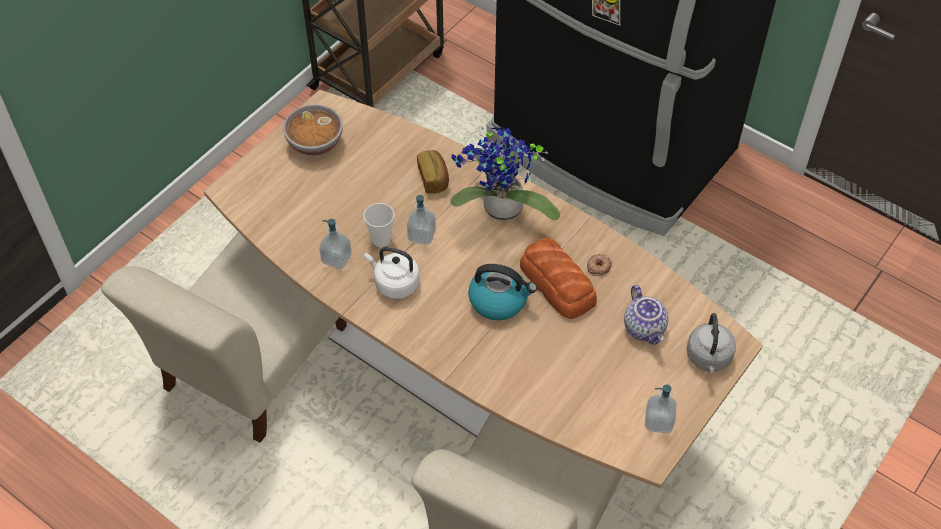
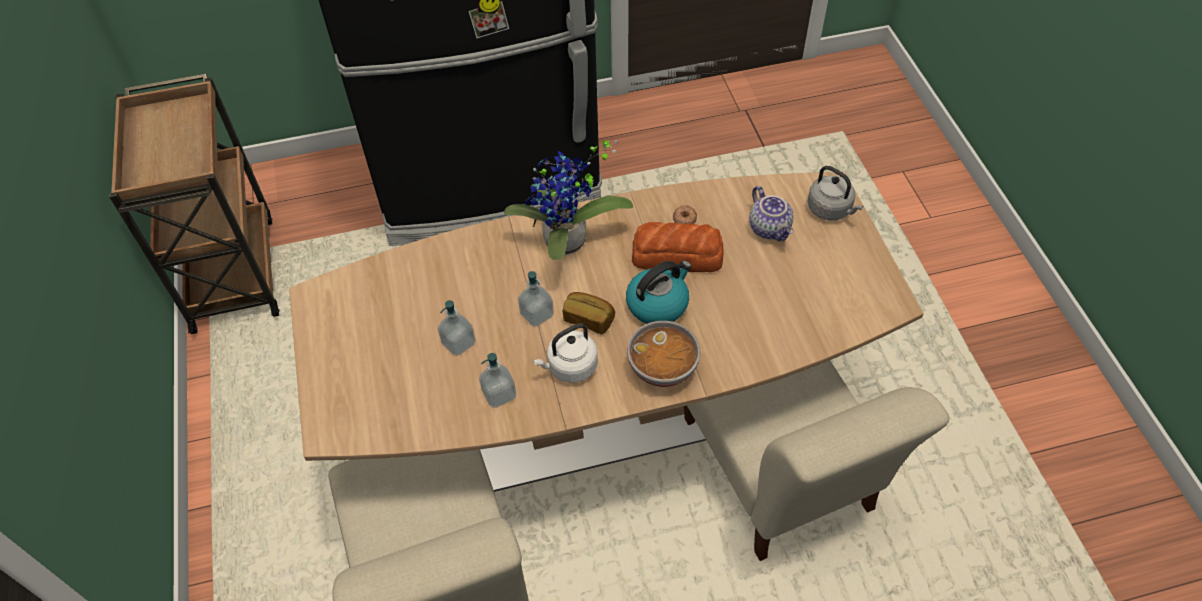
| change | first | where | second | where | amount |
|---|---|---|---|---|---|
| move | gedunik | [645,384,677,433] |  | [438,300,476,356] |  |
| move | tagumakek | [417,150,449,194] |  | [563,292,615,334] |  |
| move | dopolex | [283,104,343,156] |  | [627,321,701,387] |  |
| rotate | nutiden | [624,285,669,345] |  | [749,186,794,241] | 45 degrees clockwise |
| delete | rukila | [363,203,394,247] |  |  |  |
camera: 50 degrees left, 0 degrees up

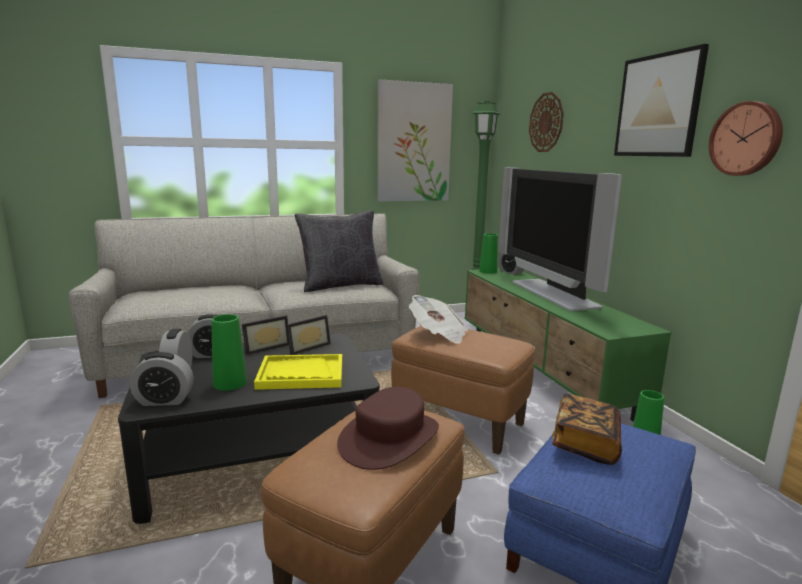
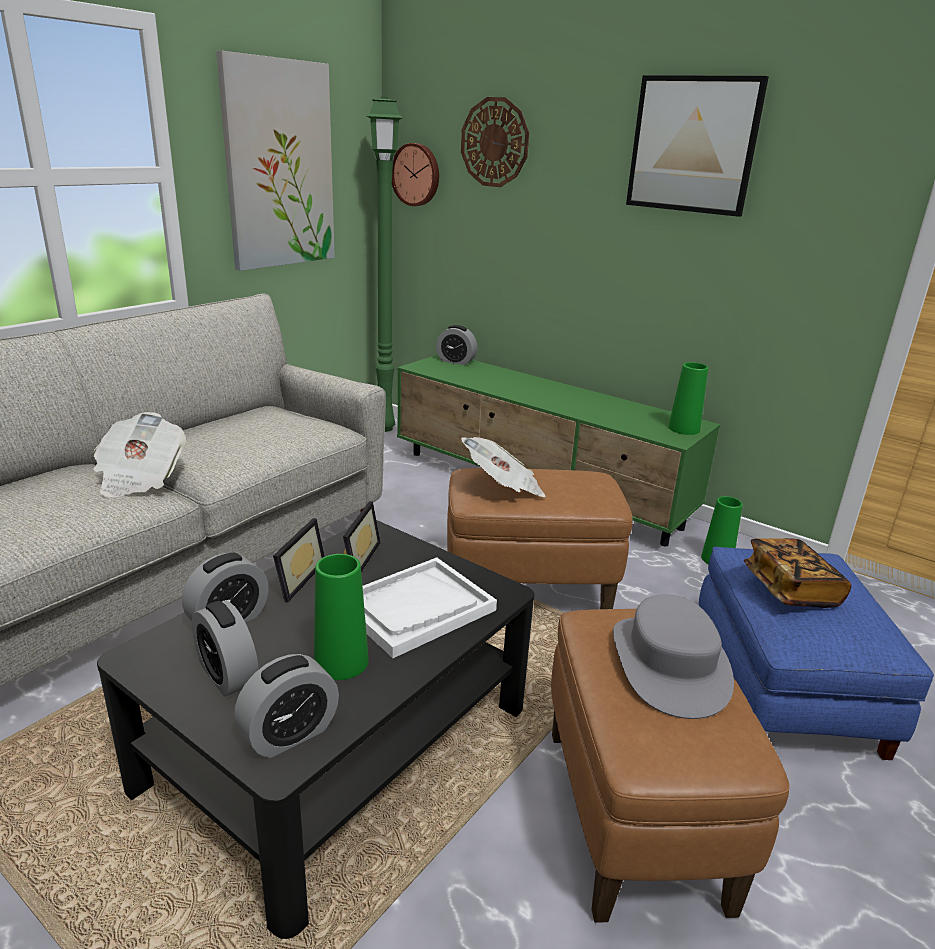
| change | first | where | second | where | amount |
|---|---|---|---|---|---|
| insert |  |  | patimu | [93,412,186,497] |  |
| recolor | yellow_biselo | [254,354,342,390] | white_biselo | [363,558,497,658] |  |
| move | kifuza | [709,101,783,176] |  | [392,143,439,206] |  |
| recolor | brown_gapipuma | [337,387,439,470] | grey_gapipuma | [613,594,734,719] |  |
| move | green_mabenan | [479,233,498,274] |  | [668,362,708,435] |  |
| delete | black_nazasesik | [295,211,384,292] |  |  |  |
| delete | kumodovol | [499,167,622,311] |  |  |  |
camera: 35 degrees left, 10 degrees up

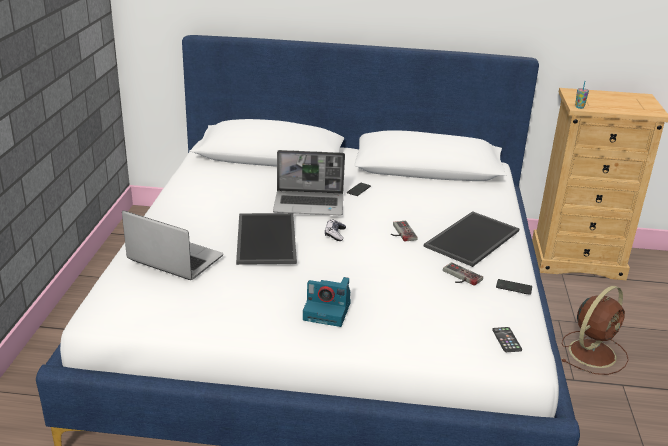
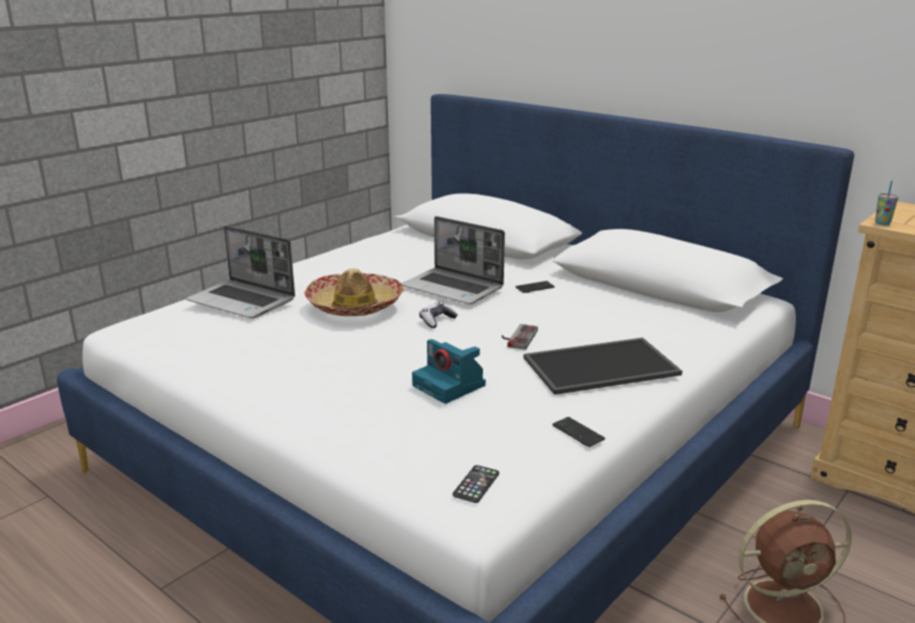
| change | first | where | second | where | amount |
|---|---|---|---|---|---|
| rotate | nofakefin | [122,210,223,280] |  | [186,226,295,318] | 150 degrees clockwise |
| replace | biselo | [236,213,297,265] | gapipuma | [304,268,404,316] |  |
| move | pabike | [303,277,351,327] |  | [412,339,486,404] |  |
| delete | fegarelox | [443,262,483,286] |  |  |  |
camera: 35 degrees right, 5 degrees down

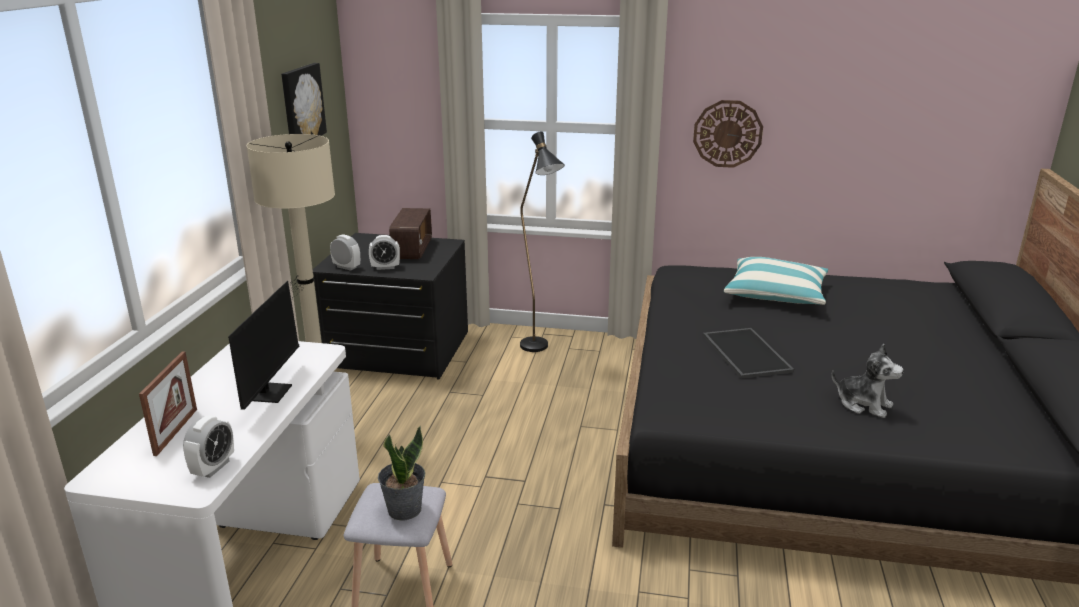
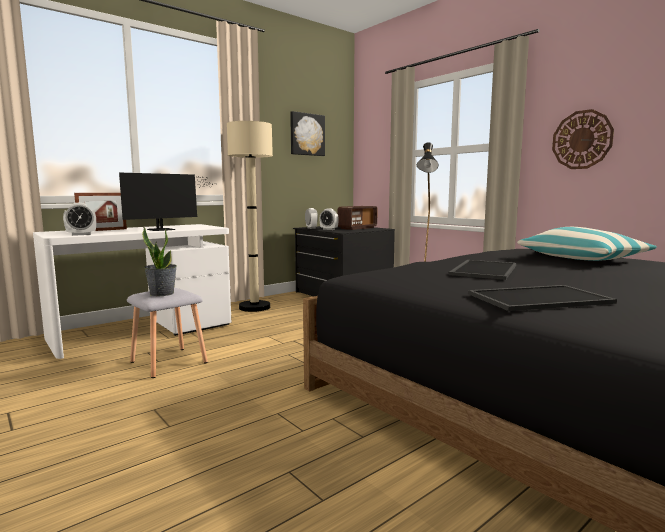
| change | first | where | second | where | amount |
|---|---|---|---|---|---|
| replace | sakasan | [832,344,904,418] | biselo | [468,285,617,311] |  |
camera: 40 degrees right, 15 degrees down

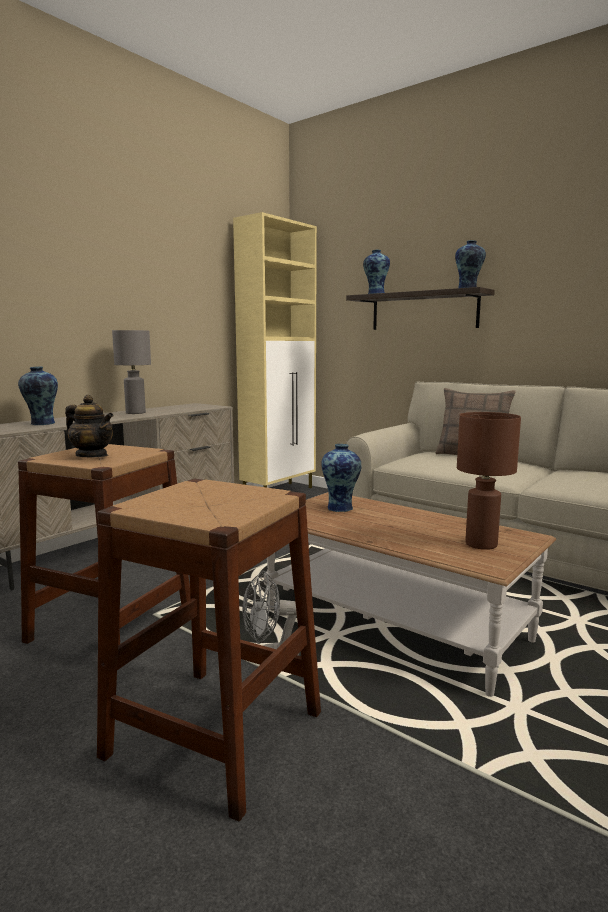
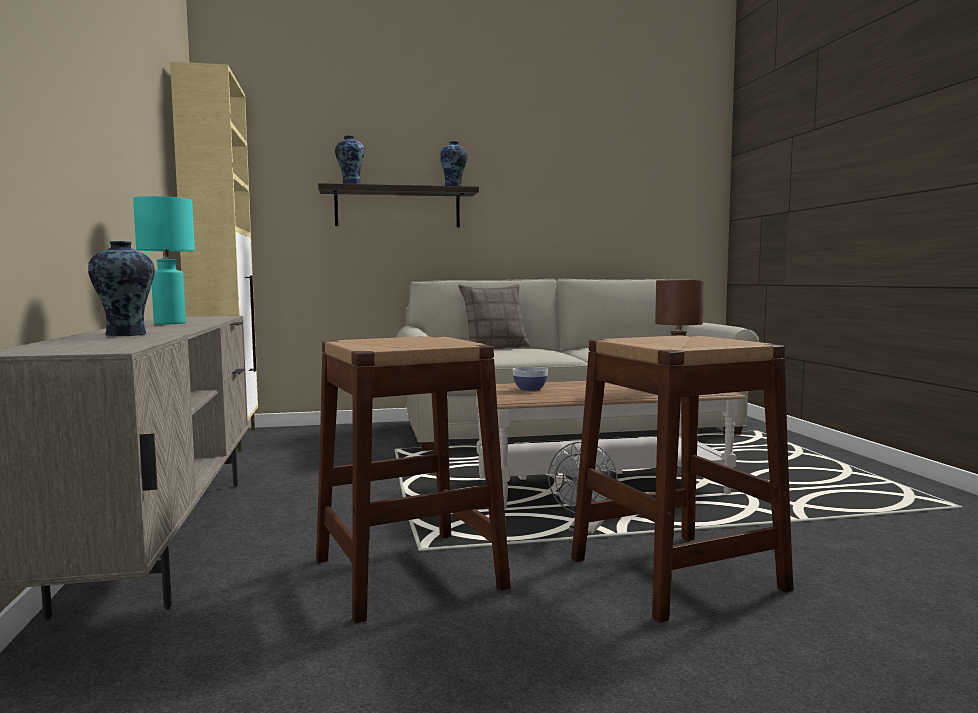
| change | first | where | second | where | amount |
|---|---|---|---|---|---|
| recolor | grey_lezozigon | [112,330,151,414] | turquoise_lezozigon | [133,196,195,325] |  |
| replace | mabenan | [321,444,362,512] | dopolex | [513,367,548,391] |  |
| delete | nutiden | [65,395,114,457] |  |  |  |
camera: 50 degrees left, 5 degrees down

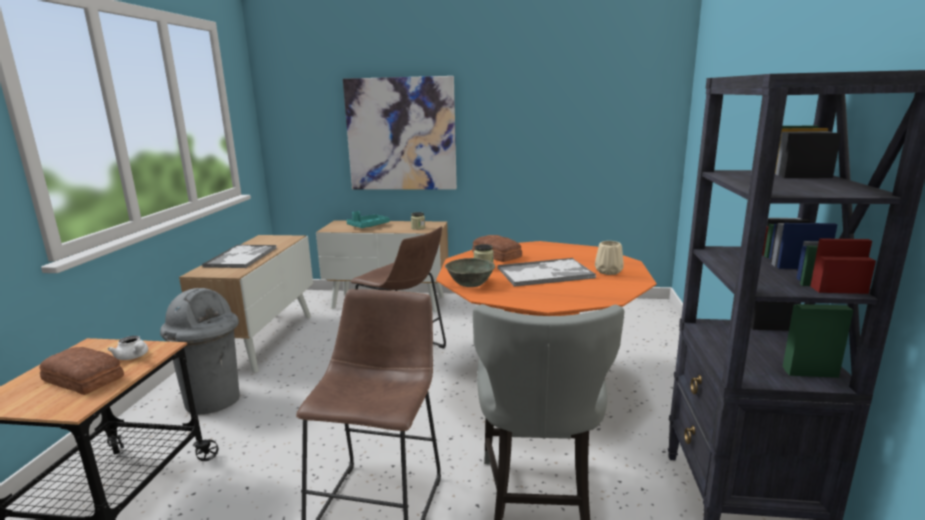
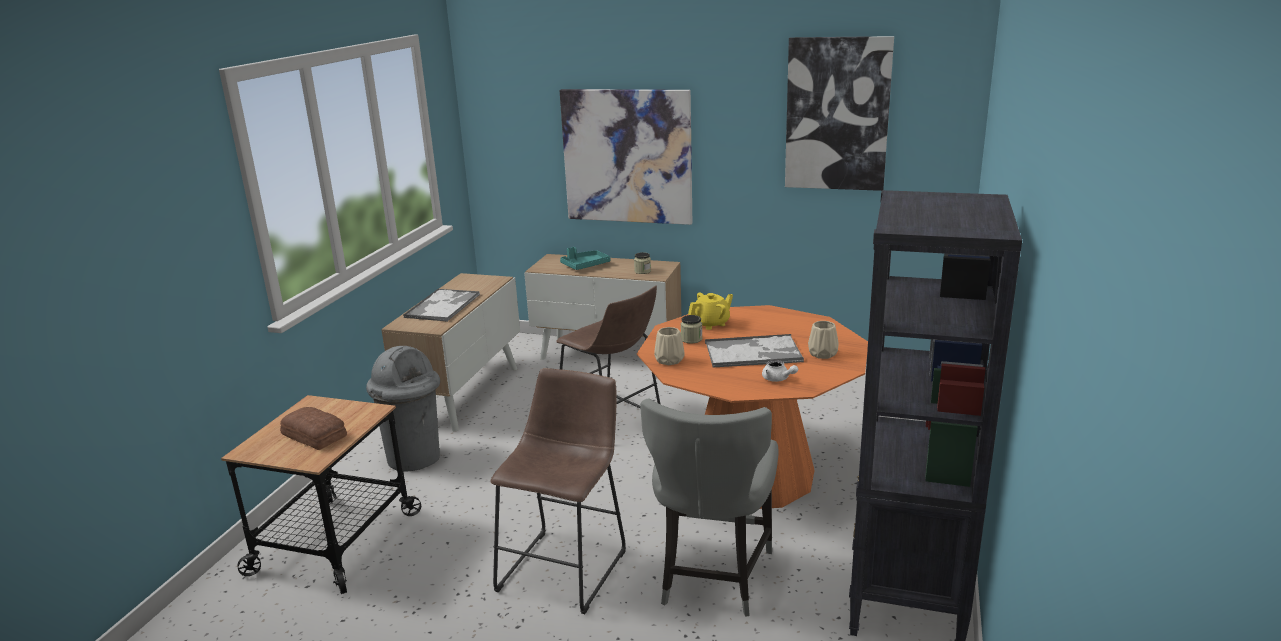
| change | first | where | second | where | amount |
|---|---|---|---|---|---|
| replace | grey_dopolex | [445,258,495,287] | beige_mabenan | [654,327,685,365] |  |
| replace | tagumakek | [472,235,522,262] | yellow_nutiden | [688,292,733,330] |  |
| move | white_nutiden | [108,336,148,360] |  | [762,360,798,382] |  |
| insert |  |  | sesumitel | [785,36,894,191] |  |
camera: 10 degrees right, 5 degrees up

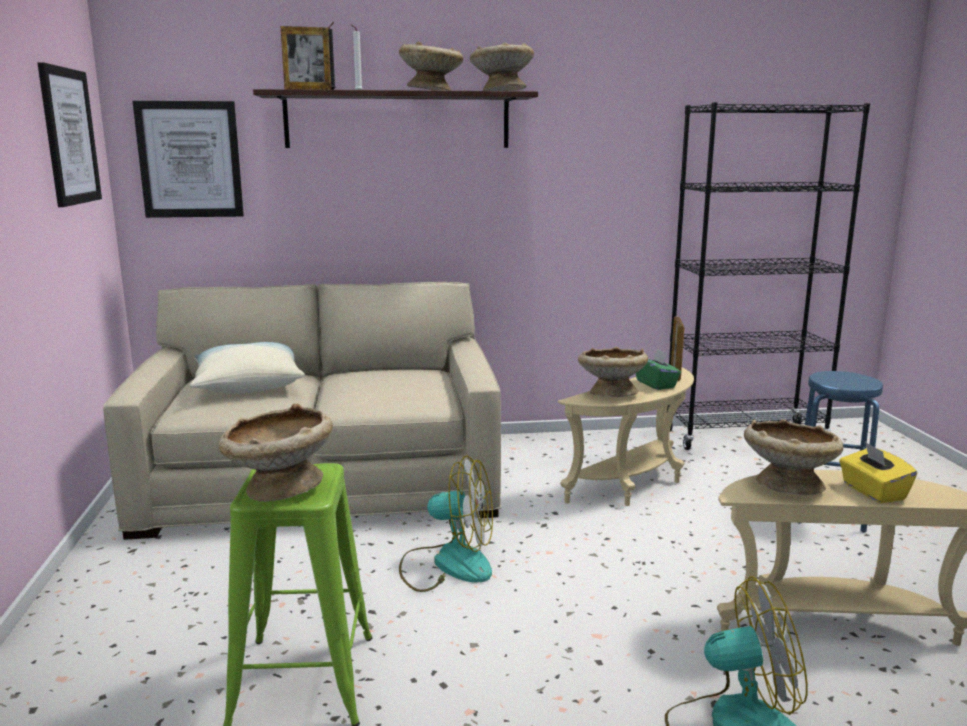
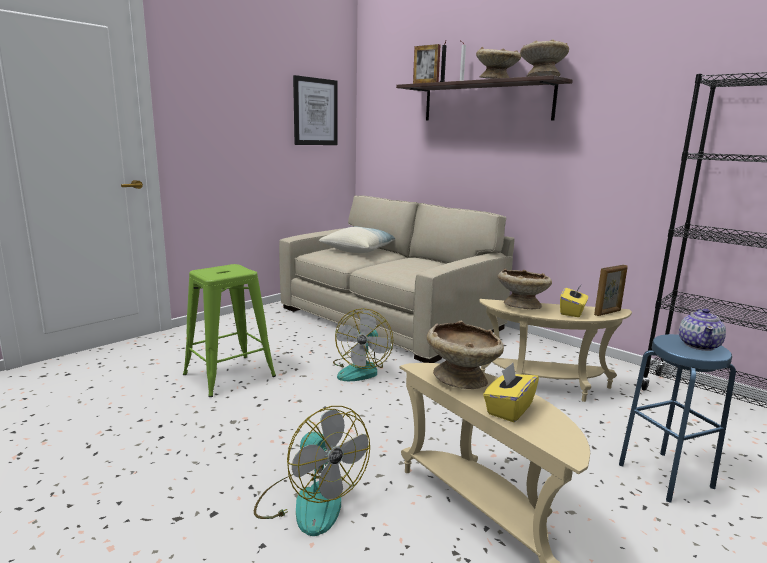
| change | first | where | second | where | amount |
|---|---|---|---|---|---|
| rotate | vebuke | [399,456,493,592] |  | [333,308,393,381] | 45 degrees clockwise |
| recolor | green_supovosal | [636,349,681,390] | yellow_supovosal | [560,284,588,317] |  |
| insert |  |  | nutiden | [679,308,726,351] |  |
| delete | sesumitel | [133,101,244,218] |  |  |  |
| delete | beige_dopolex | [219,403,333,502] |  |  |  |
camera: 50 degrees right, 0 degrees up

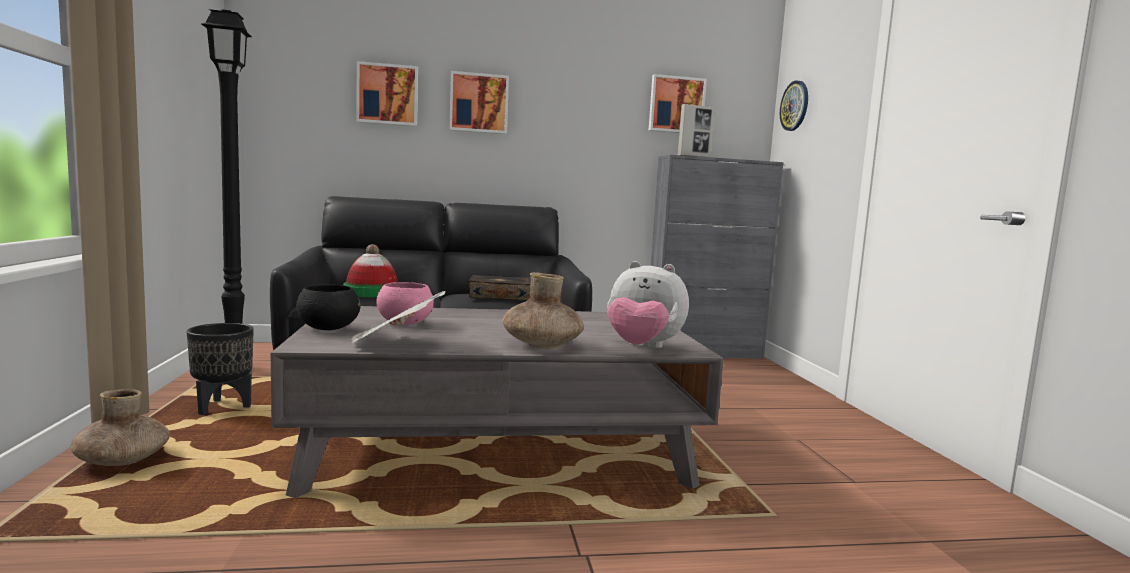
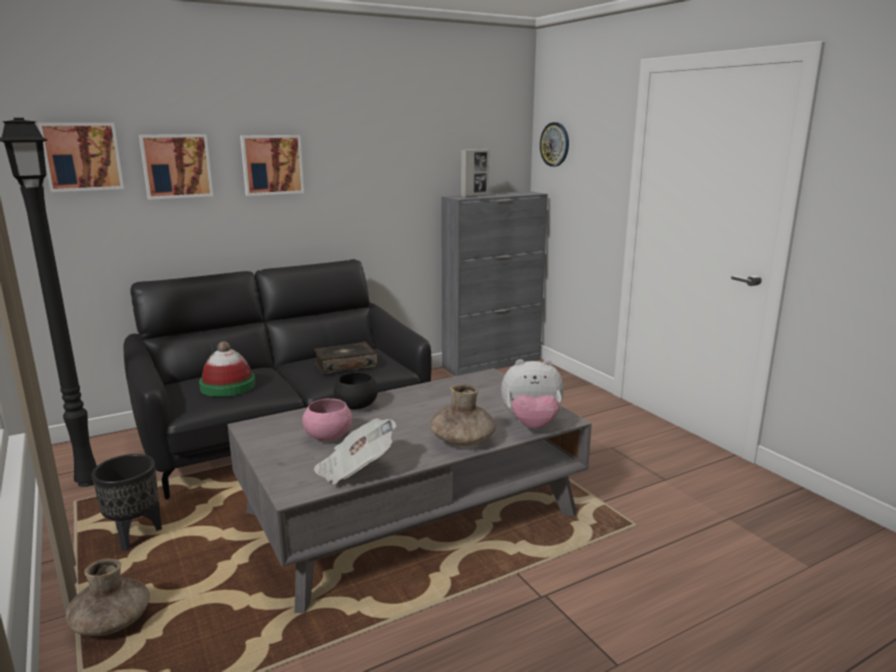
| change | first | where | second | where | amount |
|---|---|---|---|---|---|
| move | sesumitel | [648,74,707,133] |  | [38,123,124,192] |  |
| move | black_dopolex | [296,284,360,330] |  | [333,372,378,410] |  |
camera: 20 degrees left, 10 degrees up

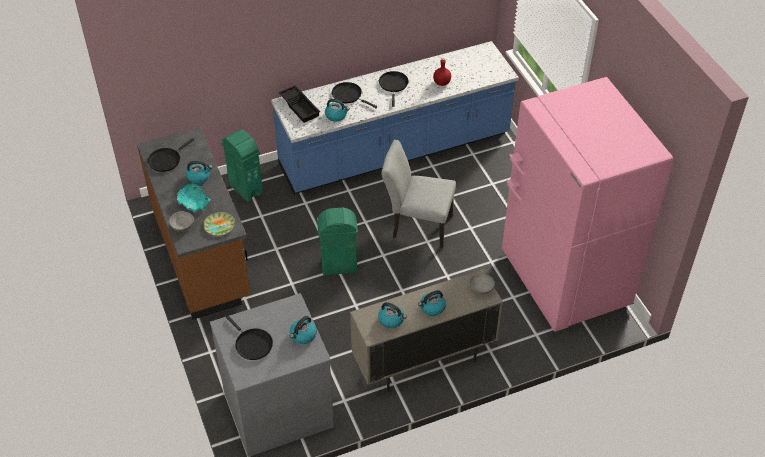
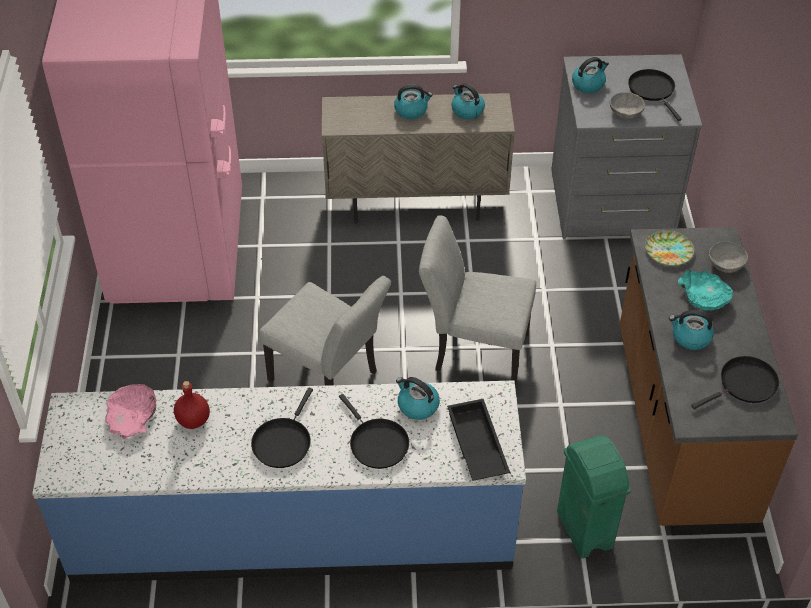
| change | first | where | second | where | amount |
|---|---|---|---|---|---|
| insert |  |  | pink_dopolex | [105,384,156,440] |  |
| replace | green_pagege | [317,207,358,275] | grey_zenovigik | [419,216,536,387] |  |
| move | grey_dopolex | [469,273,495,295] |  | [610,92,645,119] |  |
camera: 160 degrees left, 0 degrees up

